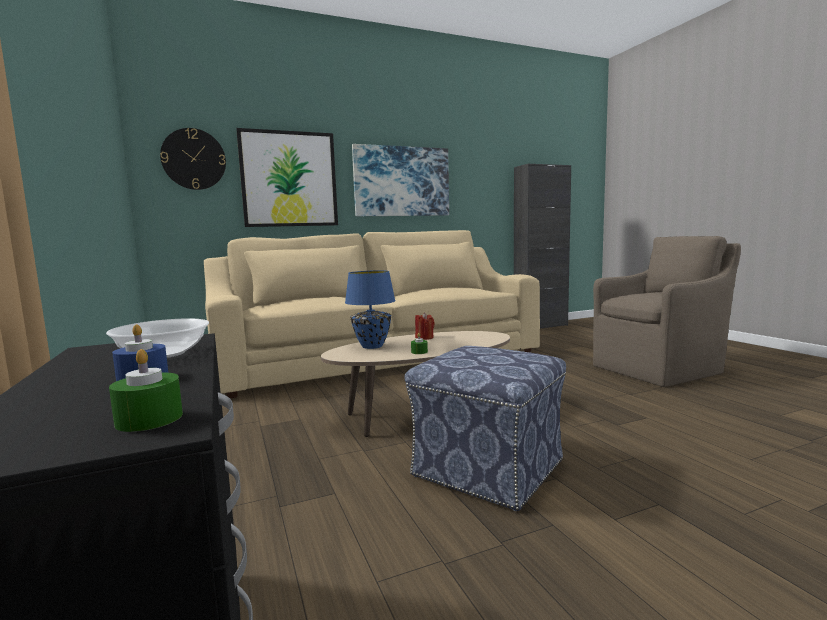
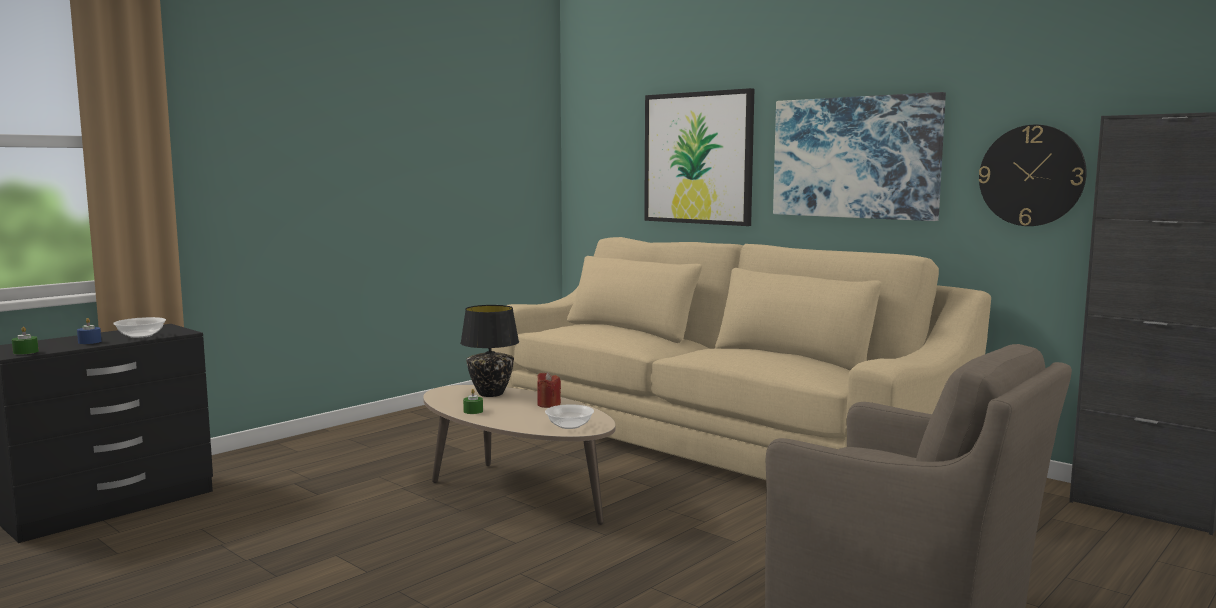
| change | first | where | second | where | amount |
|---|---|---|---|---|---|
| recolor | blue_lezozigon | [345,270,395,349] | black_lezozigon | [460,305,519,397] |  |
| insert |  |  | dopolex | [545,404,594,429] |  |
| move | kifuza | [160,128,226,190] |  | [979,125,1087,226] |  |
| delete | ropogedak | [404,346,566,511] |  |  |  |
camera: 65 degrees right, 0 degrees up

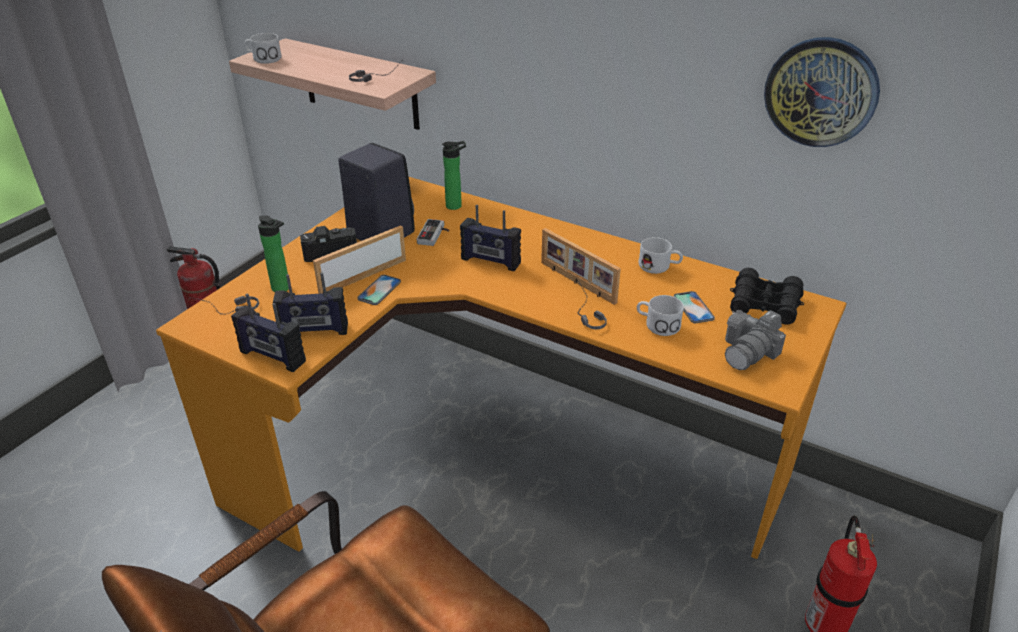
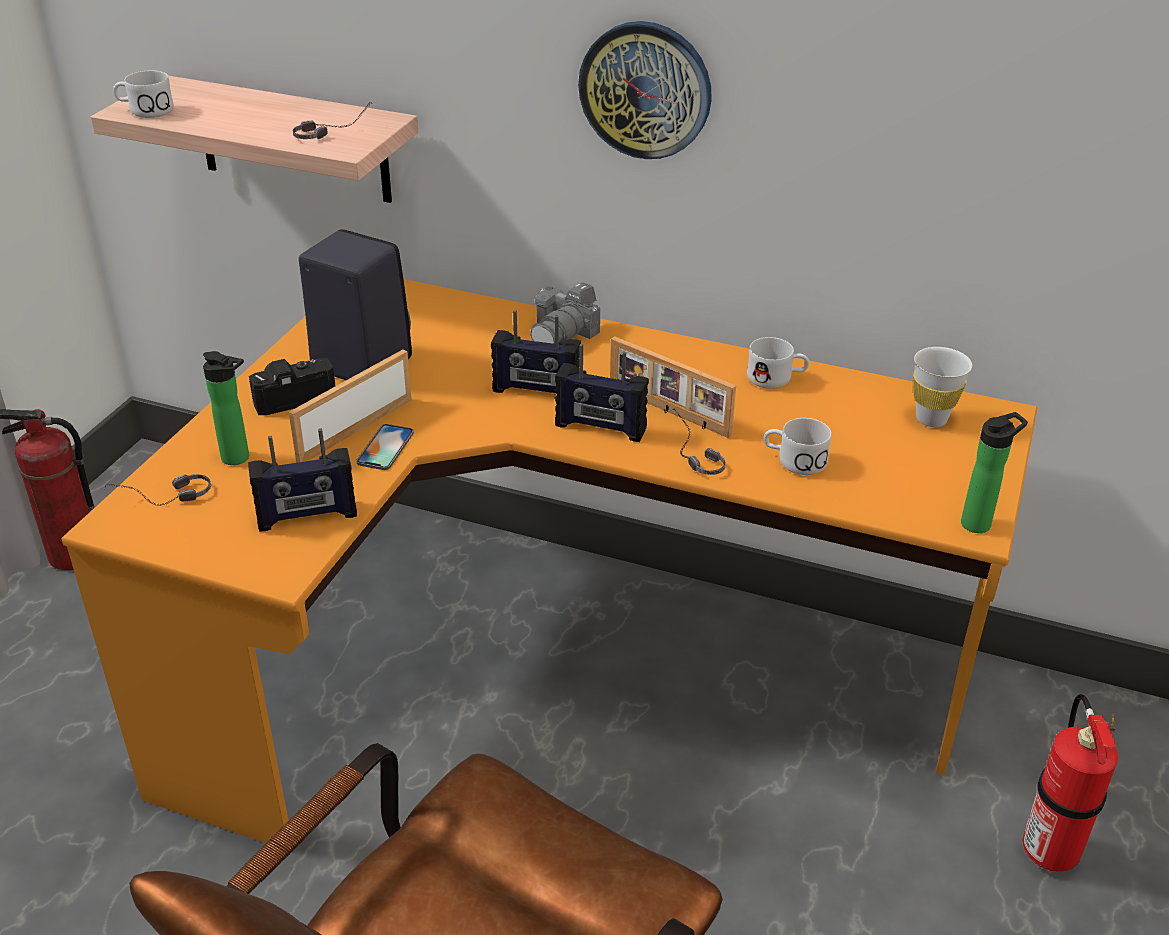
| change | first | where | second | where | amount |
|---|---|---|---|---|---|
| move | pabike | [725,310,786,370] |  | [530,282,600,344] |  |
| move | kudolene | [231,294,306,372] |  | [555,344,649,442] |  |
| move | kifuza | [764,37,880,147] |  | [578,21,712,159] |  |
| replace | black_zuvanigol | [730,268,804,324] | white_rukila | [913,347,972,427] |  |
| move | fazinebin | [442,141,466,210] |  | [961,412,1028,533] |  |
| delete | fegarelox | [417,219,449,246] |  |  |  |
| delete | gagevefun | [674,291,715,323] |  |  |  |
camera: 10 degrees left, 0 degrees up

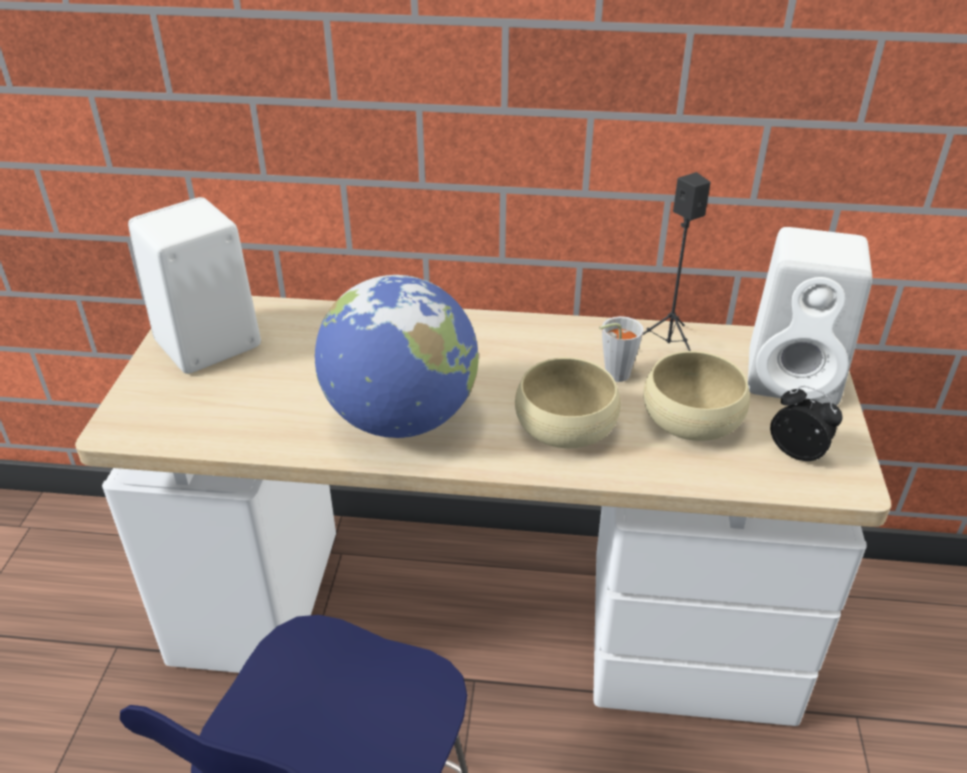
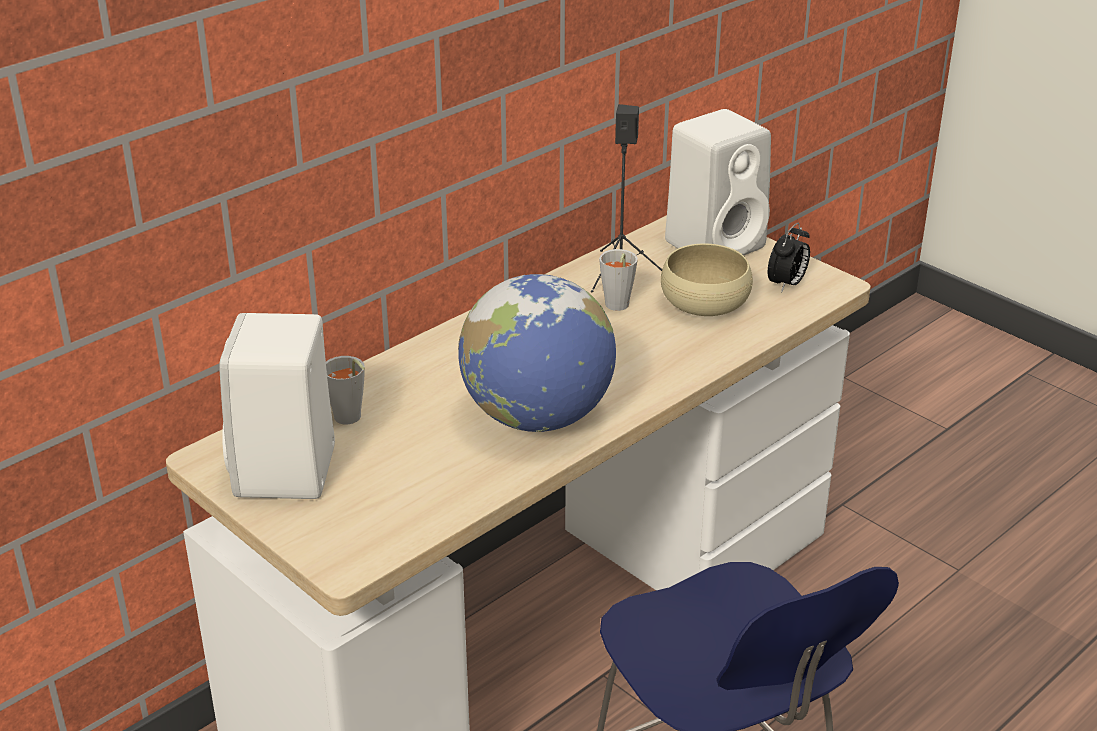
| change | first | where | second | where | amount |
|---|---|---|---|---|---|
| insert |  |  | grey_rukila | [326,356,365,424] |  |
| rotate | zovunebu | [770,386,843,461] |  | [768,223,810,292] | 135 degrees clockwise |
| delete | beige_dopolex | [515,357,621,448] |  |  |  |
camera: 50 degrees left, 5 degrees down

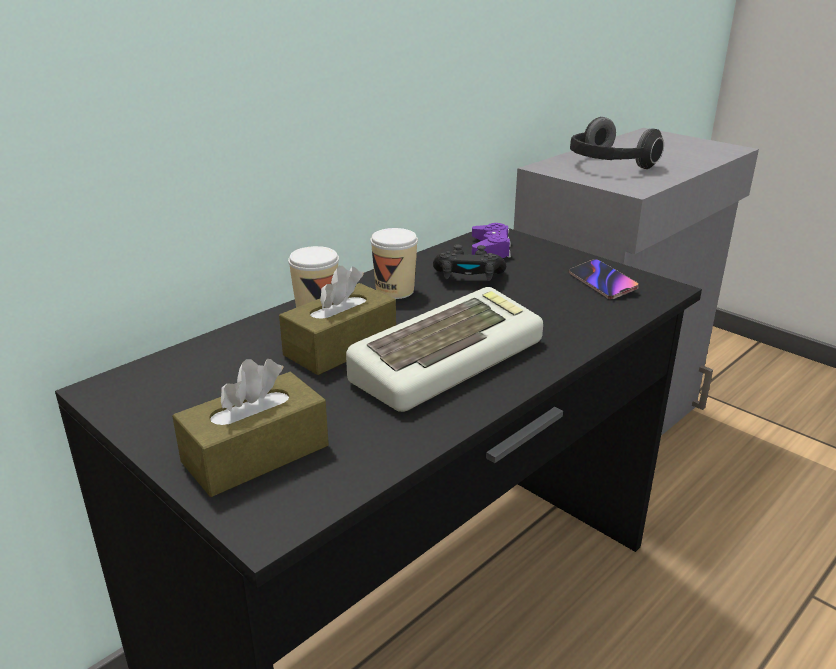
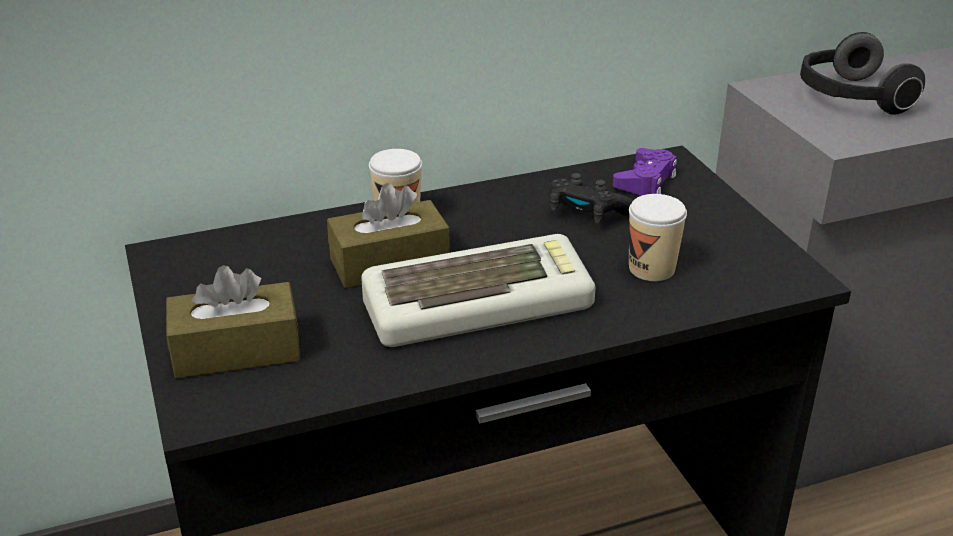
| change | first | where | second | where | amount |
|---|---|---|---|---|---|
| move | rukila | [370,228,418,299] |  | [629,194,687,281] |  |
| delete | gagevefun | [569,259,639,299] |  |  |  |
camera: 25 degrees right, 5 degrees up

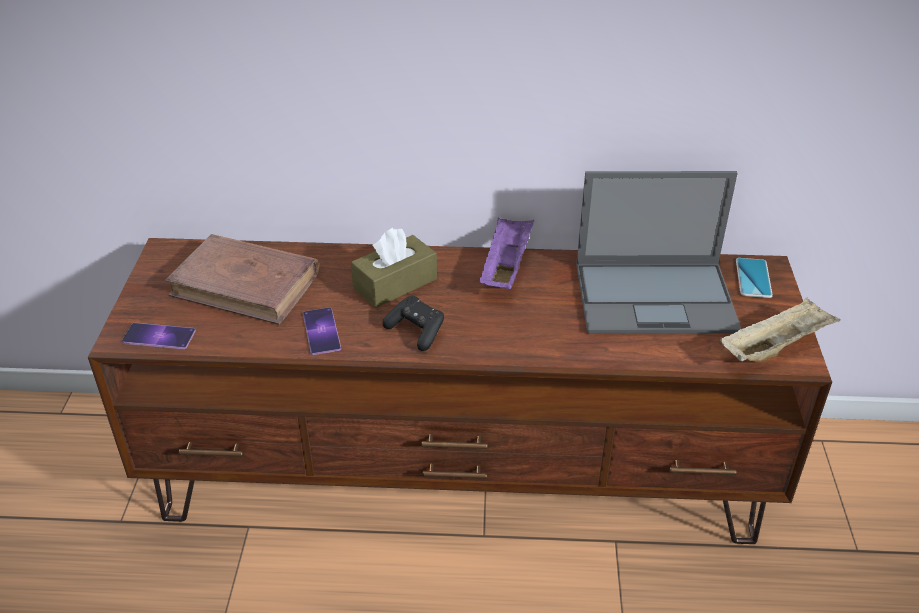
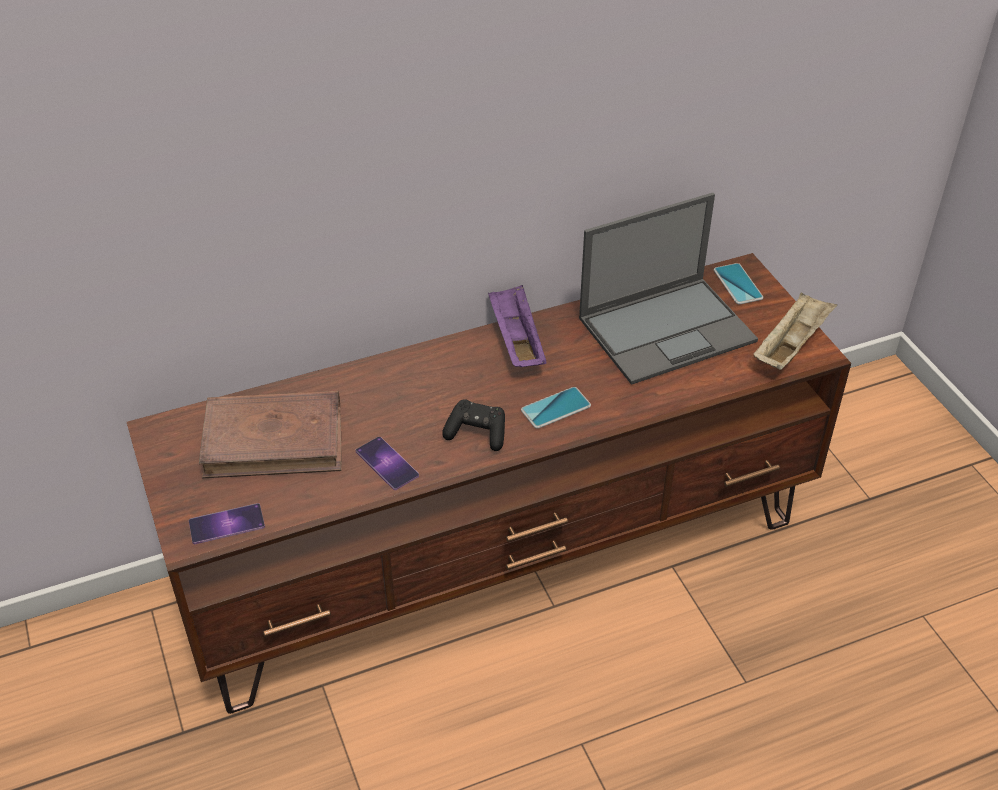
| change | first | where | second | where | amount |
|---|---|---|---|---|---|
| insert |  |  | gagevefun | [521,387,591,429] |  |
| delete | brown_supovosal | [351,228,437,308] |  |  |  |
camera: 25 degrees left, 5 degrees up

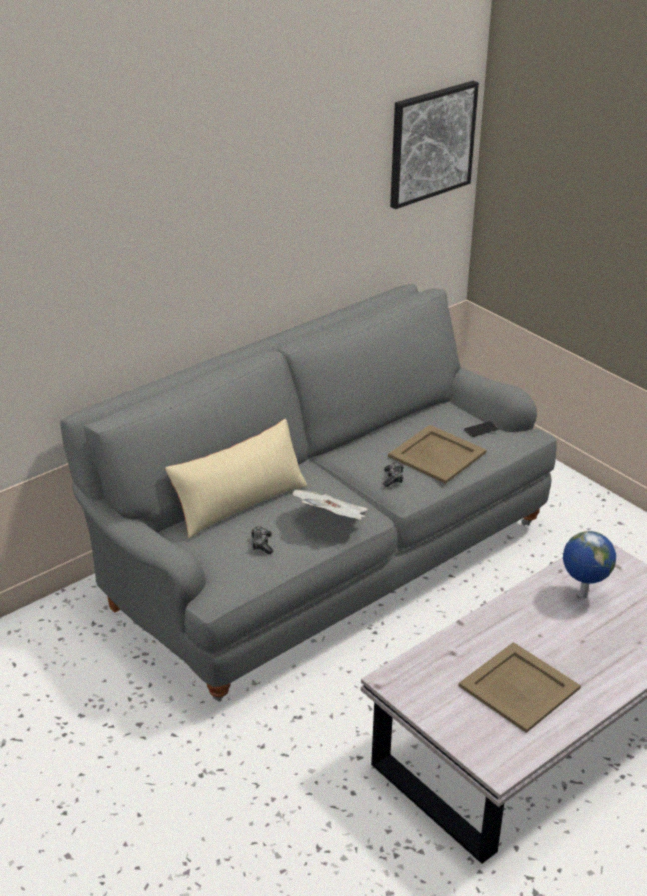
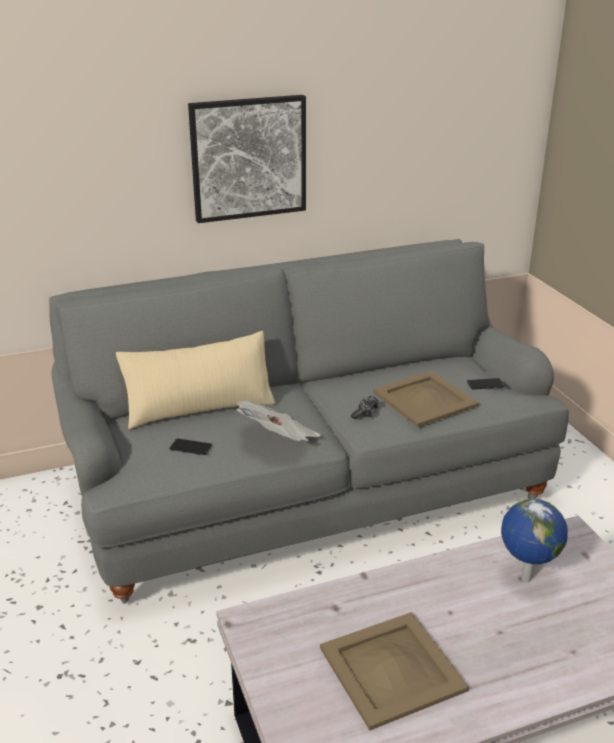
| change | first | where | second | where | amount |
|---|---|---|---|---|---|
| replace | fegarelox | [251,526,273,554] | gagevefun | [170,439,212,455] |  |
| move | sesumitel | [390,81,479,209] |  | [188,95,306,223] |  |
camera: 20 degrees right, 5 degrees down

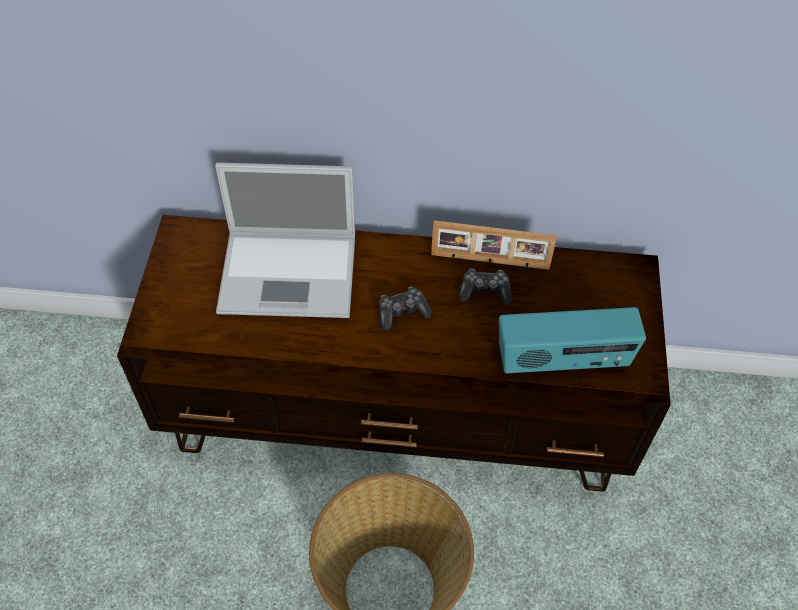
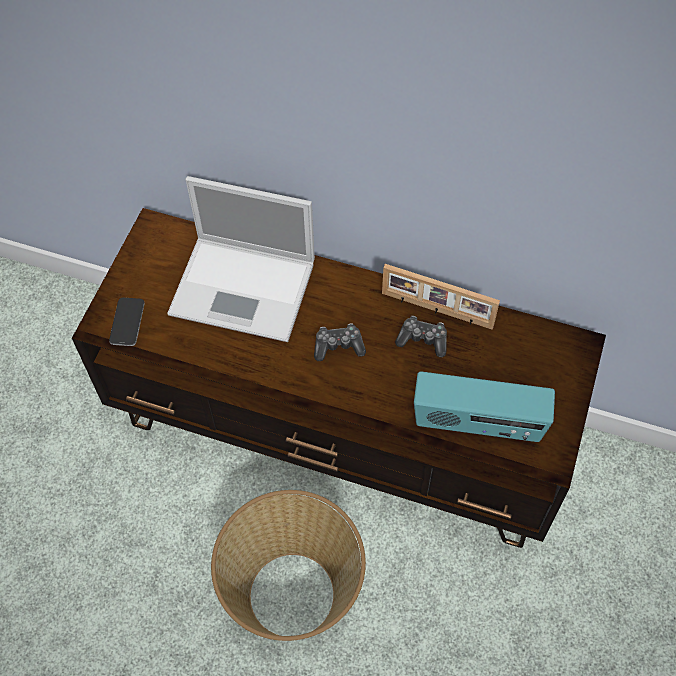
| change | first | where | second | where | amount |
|---|---|---|---|---|---|
| insert |  |  | gagevefun | [109,298,145,346] |  |
camera: 15 degrees right, 5 degrees up

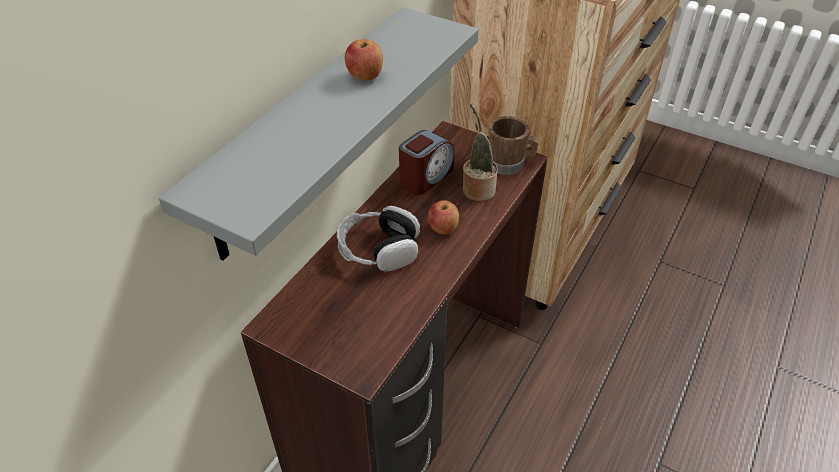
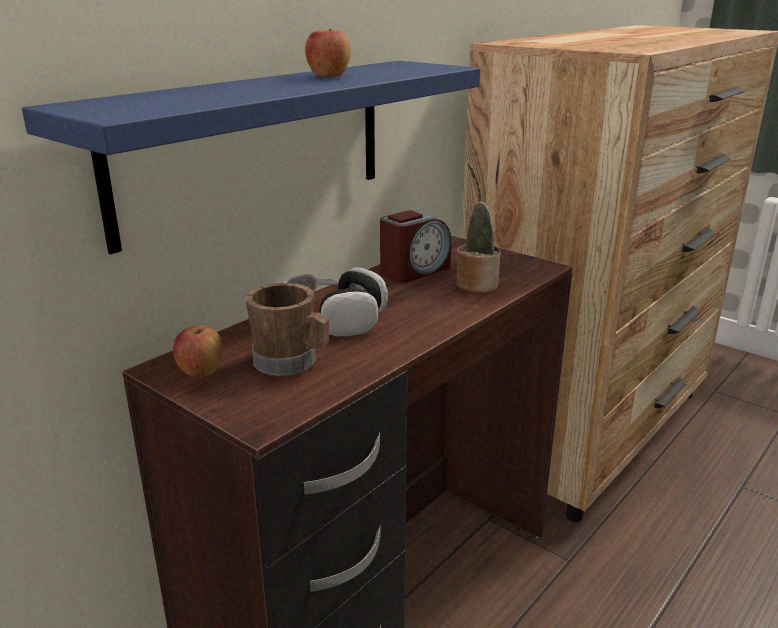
| change | first | where | second | where | amount |
|---|---|---|---|---|---|
| recolor | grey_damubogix | [159,7,479,261] | blue_damubogix | [22,61,480,254] |  |
| move | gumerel | [428,200,459,234] |  | [173,326,223,377] |  |
| move | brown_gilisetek | [489,116,539,175] |  | [246,283,329,376] |  |
camera: 10 degrees right, 20 degrees down

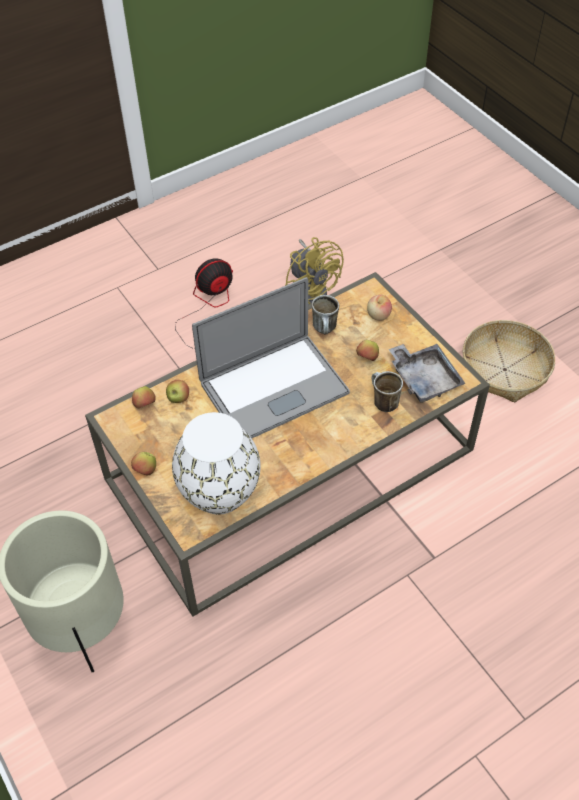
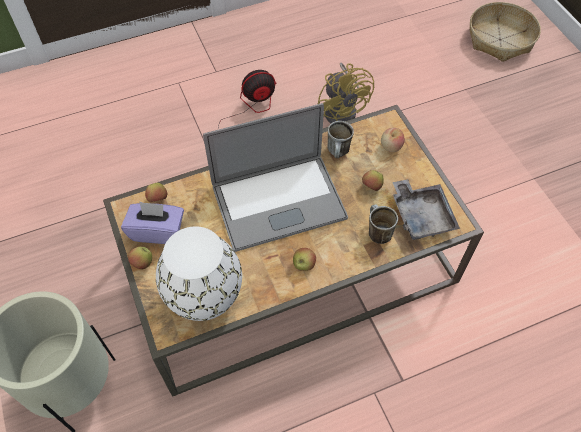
| change | first | where | second | where | amount |
|---|---|---|---|---|---|
| insert |  |  | purple_supovosal | [121,201,184,244] |  |
| move | gumerel | [166,380,189,403] |  | [293,248,316,271] |  |
| move | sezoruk | [463,320,555,402] |  | [470,2,541,62] |  |
camera: 10 degrees right, 5 degrees up

